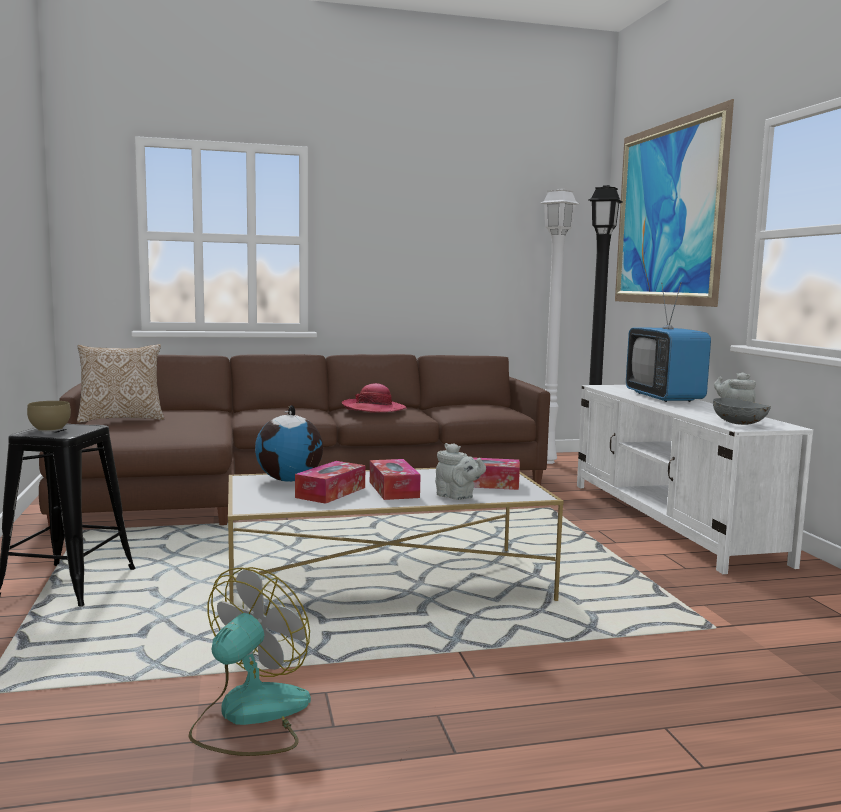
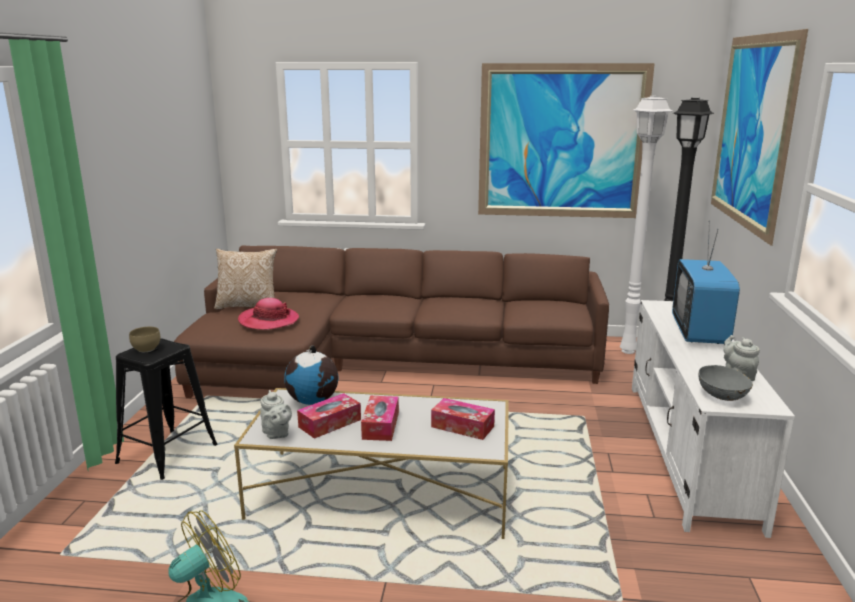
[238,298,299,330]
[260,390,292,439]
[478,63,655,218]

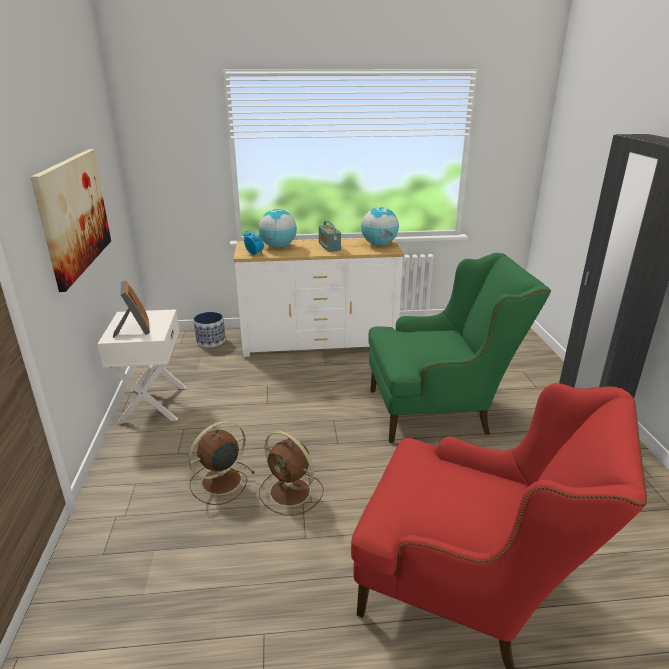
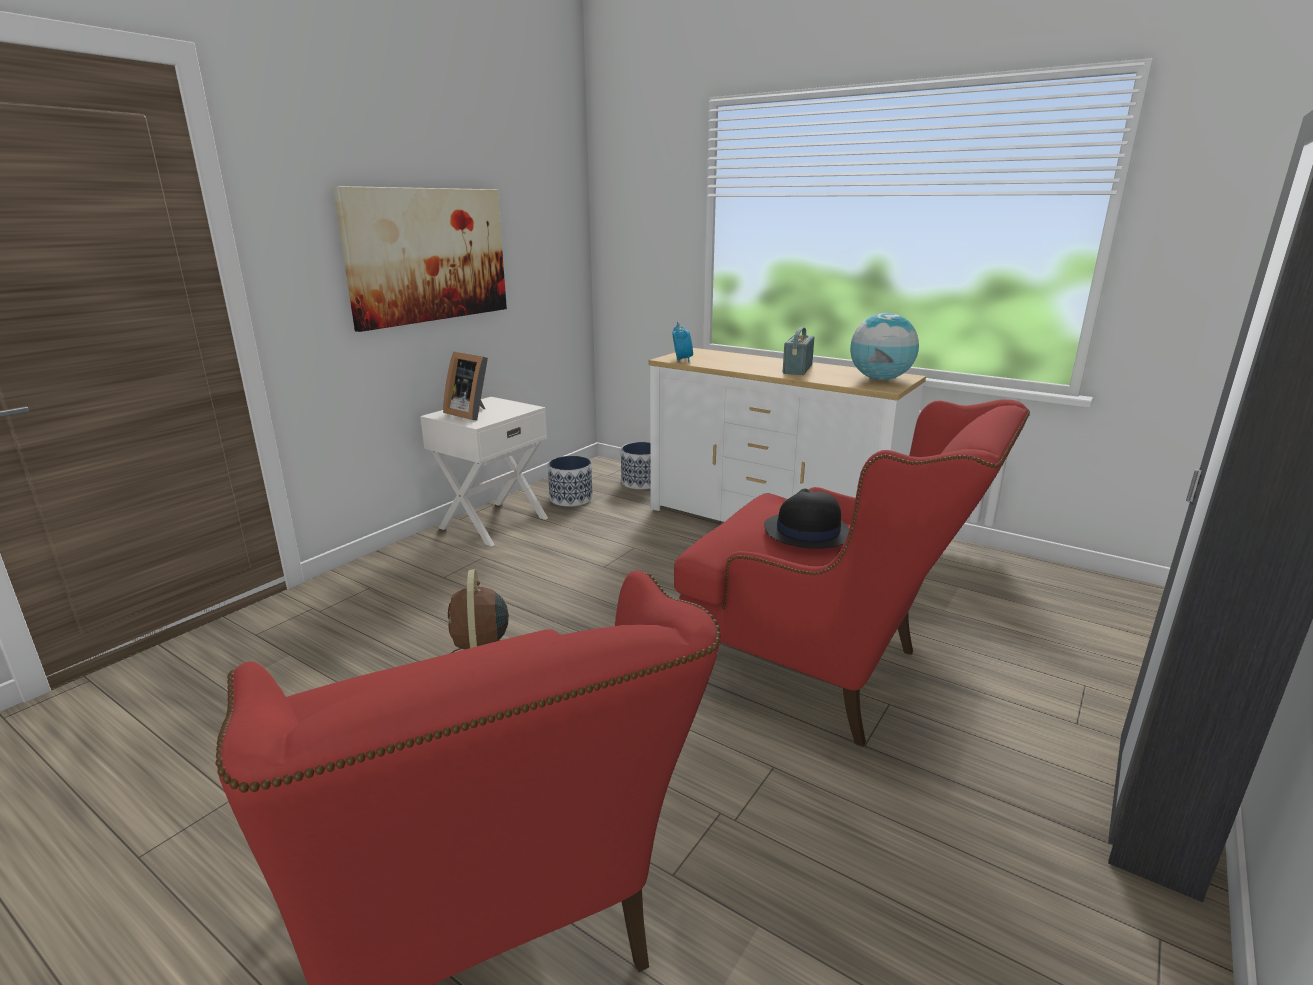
[443,352,488,421]
[548,456,593,507]
[674,399,1030,747]
[764,488,849,549]
[188,421,255,505] (first image)
[259,209,297,248] (first image)

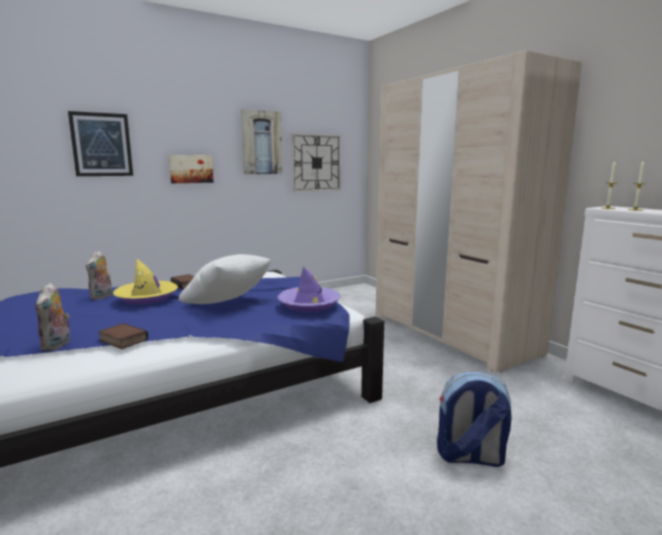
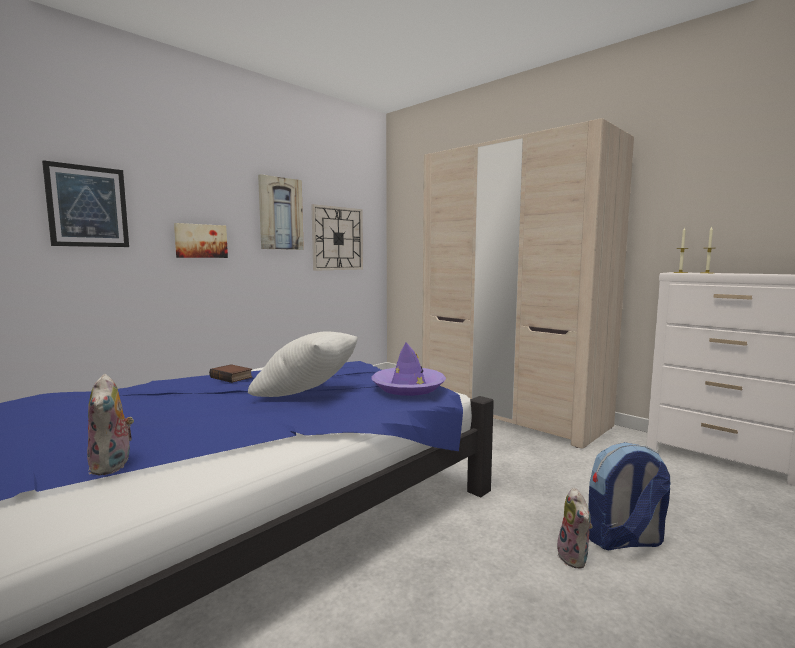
[557,487,593,569]
[98,323,148,349] (first image)
[113,259,178,305] (first image)

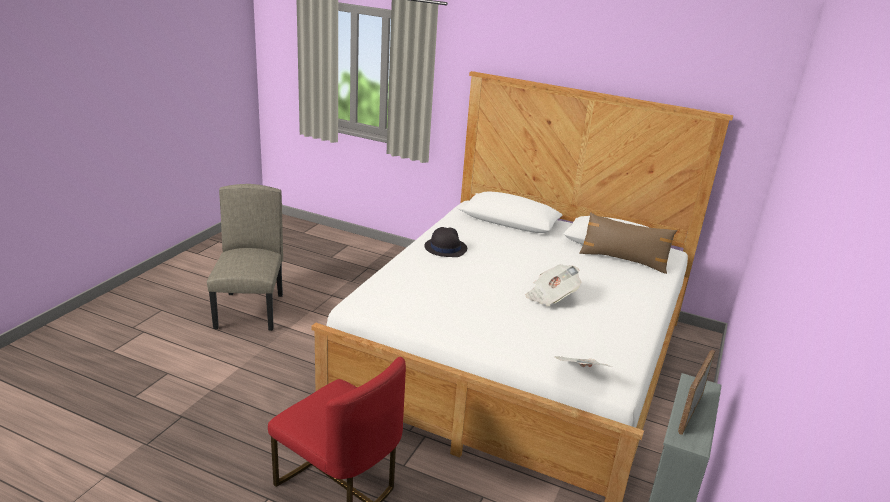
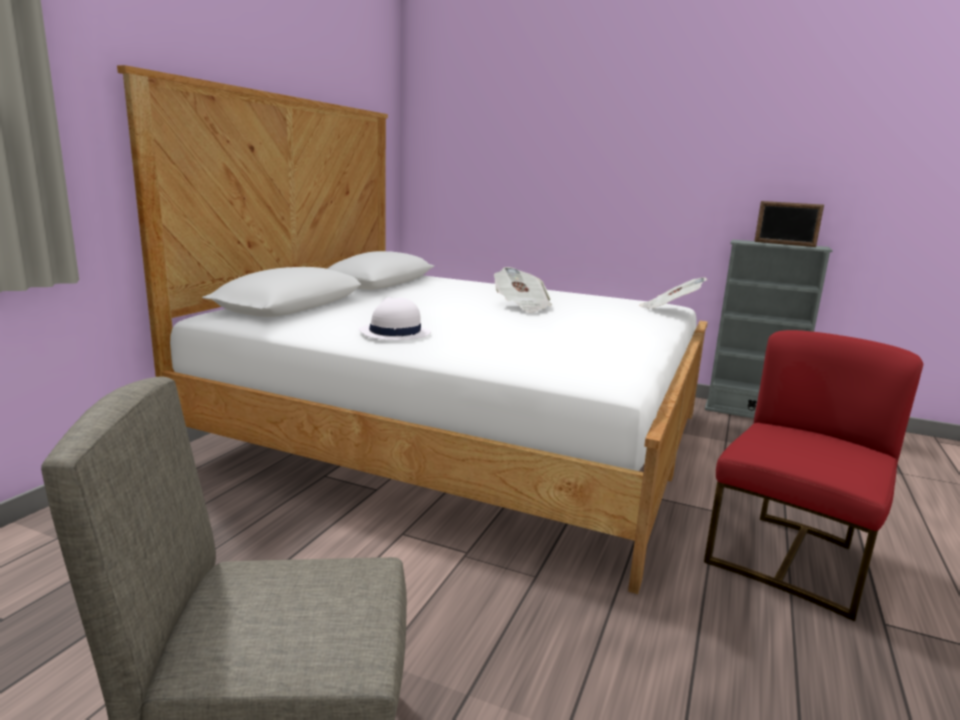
[359,297,431,340]
[579,212,677,274] (first image)

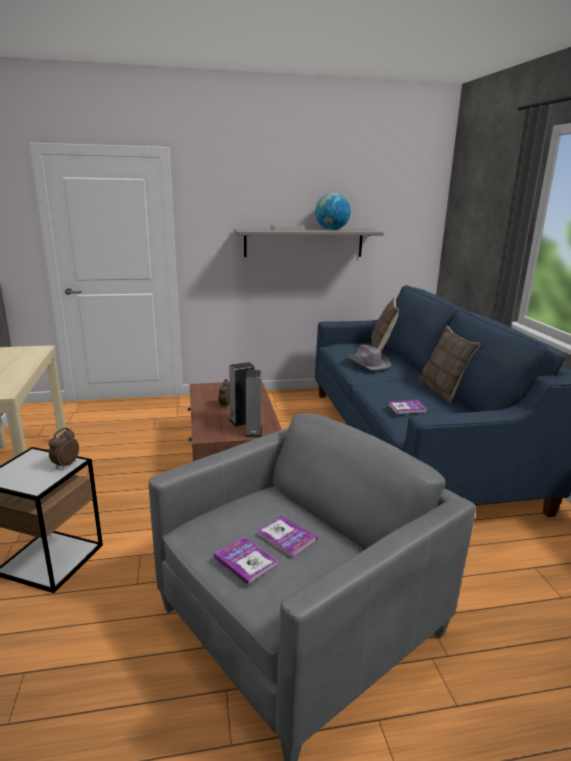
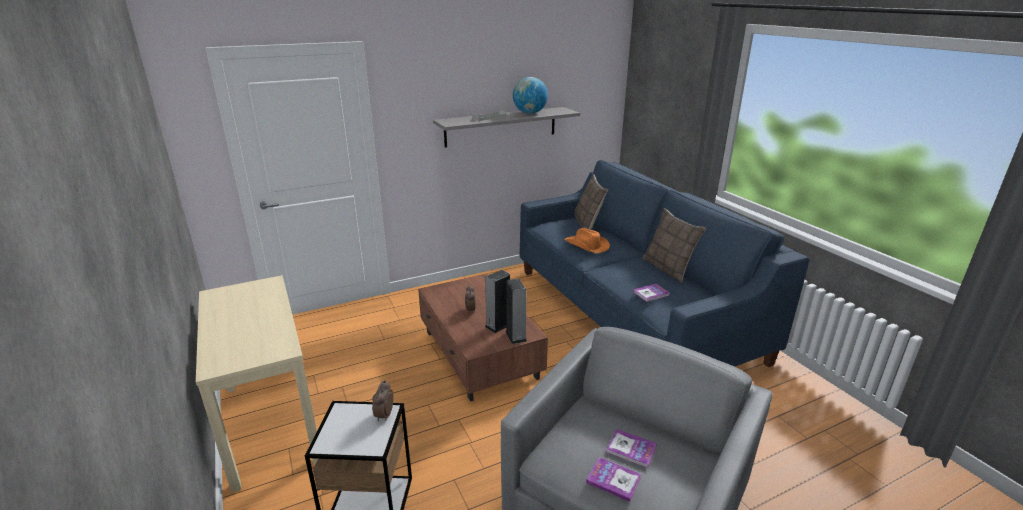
[564,228,610,254]

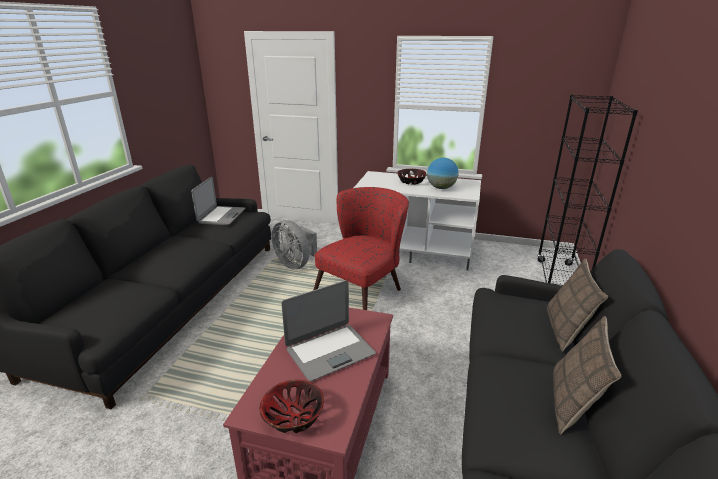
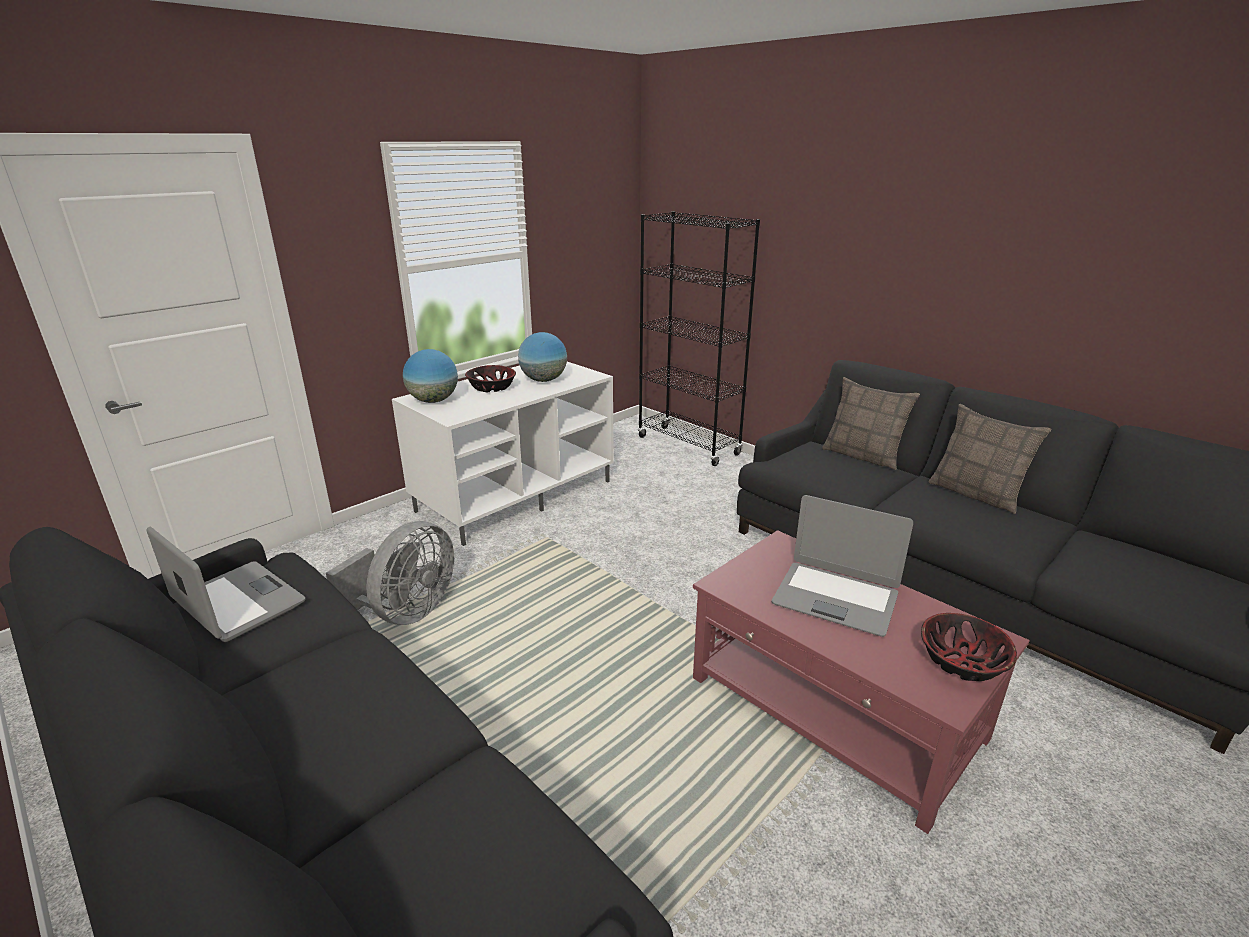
[326,521,454,625]
[403,349,458,403]
[772,495,913,637]
[313,187,409,310] (first image)

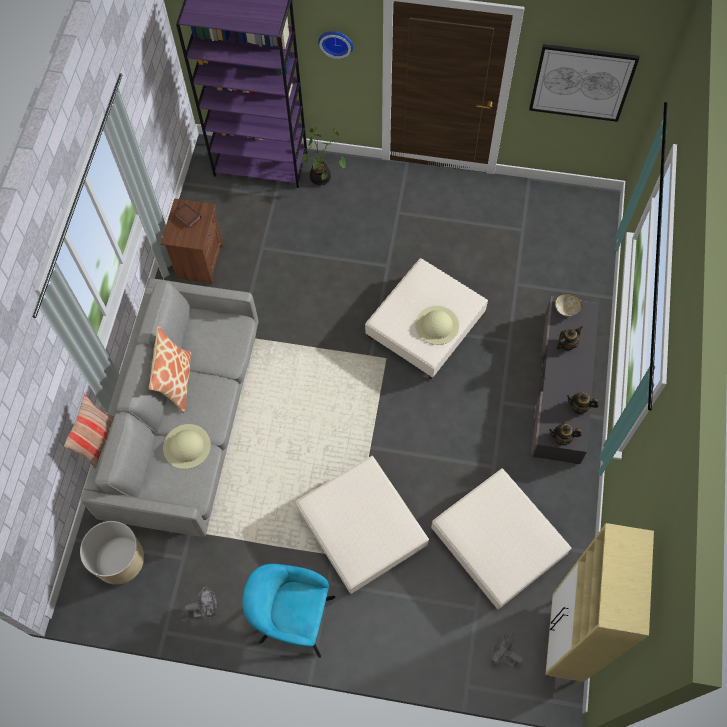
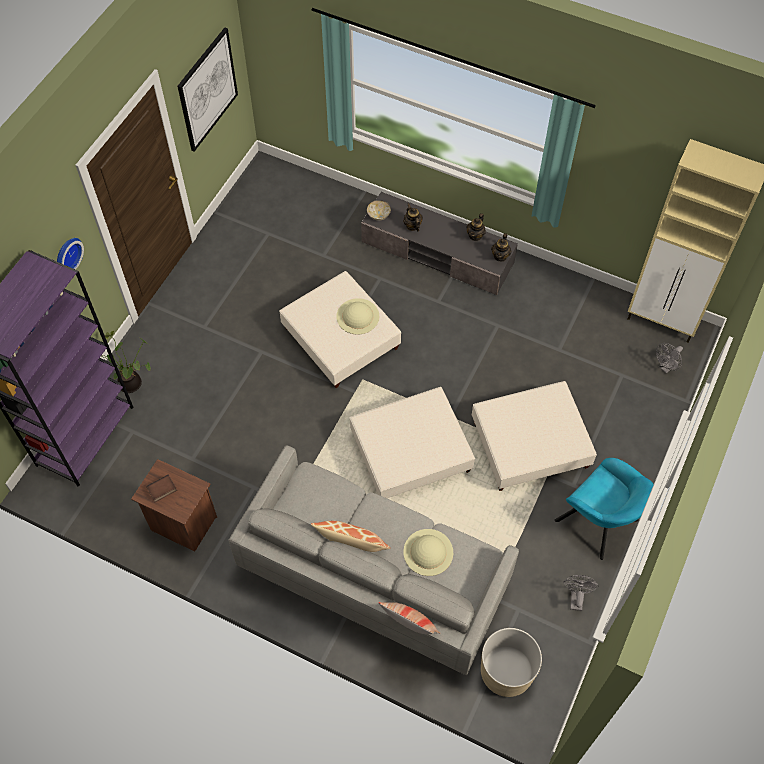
[350,387,475,498]
[555,458,654,560]

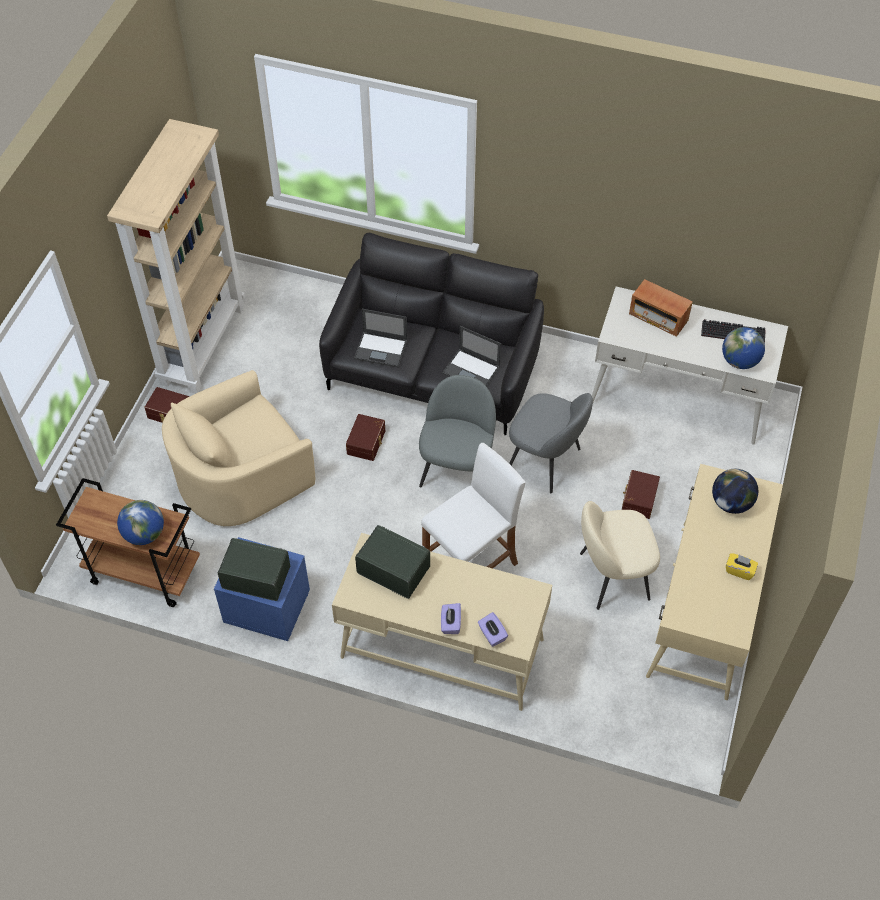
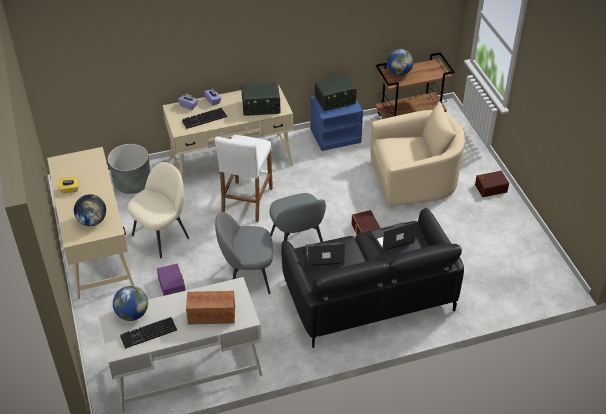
[108,144,150,194]
[157,264,185,296]
[182,107,227,129]
[370,101,465,207]
[107,119,245,394] (first image)

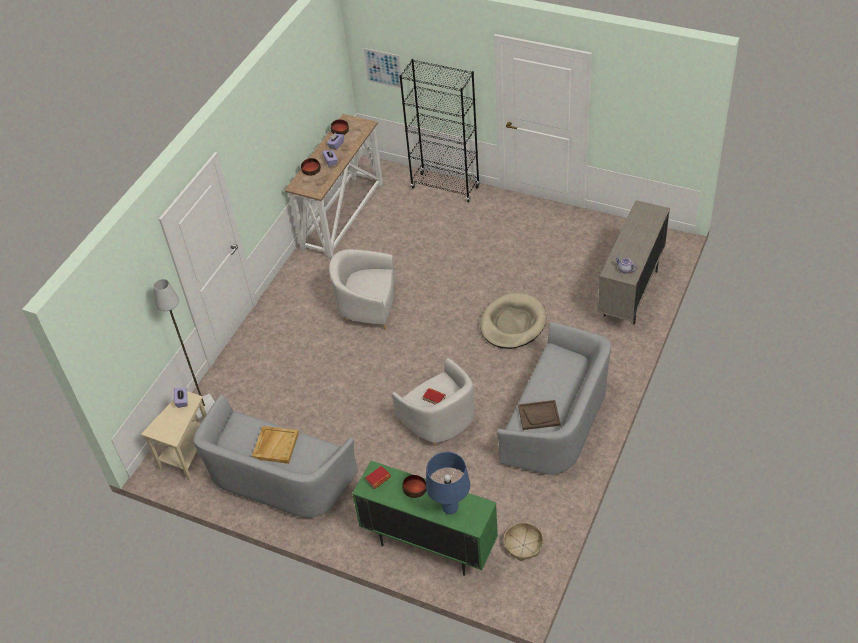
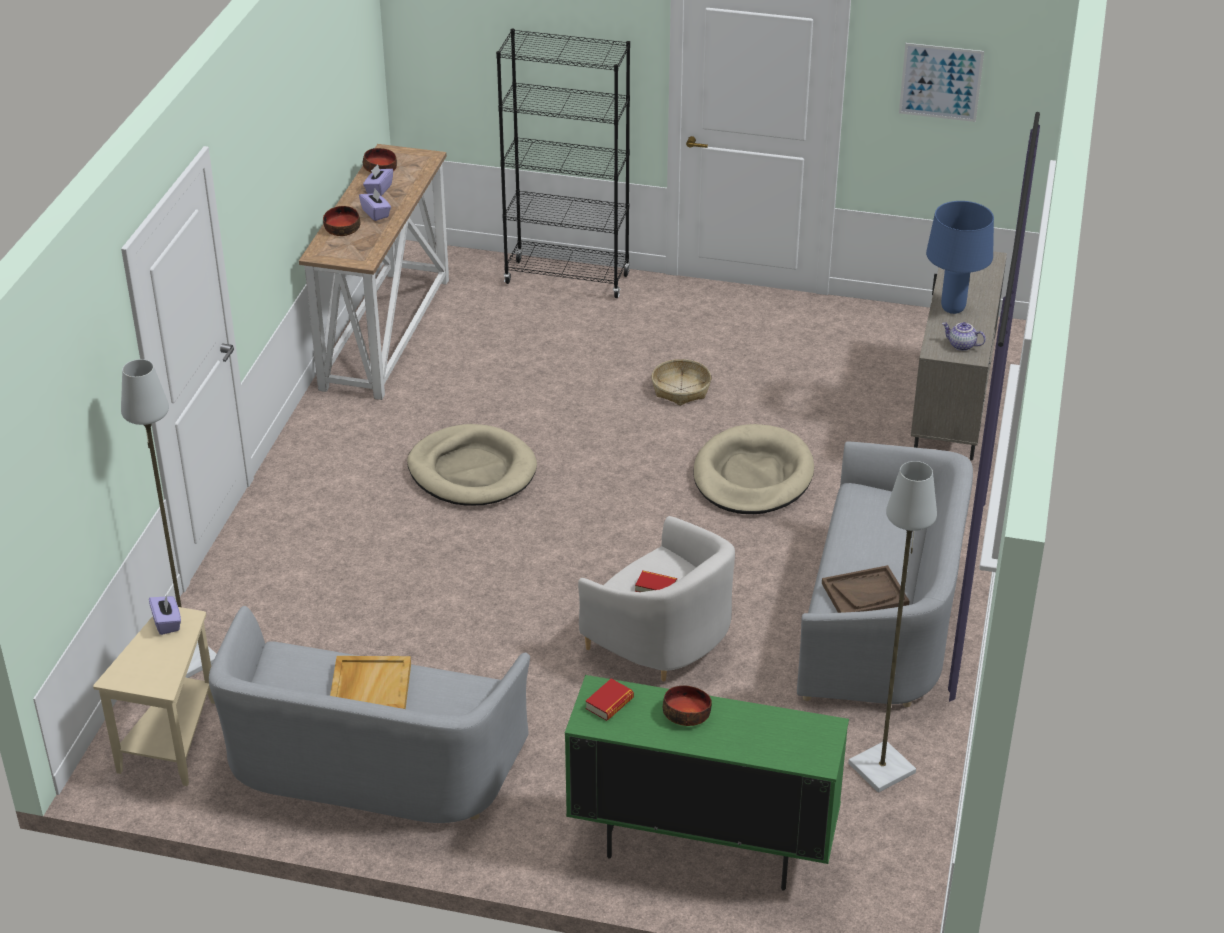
[407,424,537,506]
[652,359,711,406]
[848,461,937,793]
[899,43,984,122]
[926,201,994,314]

